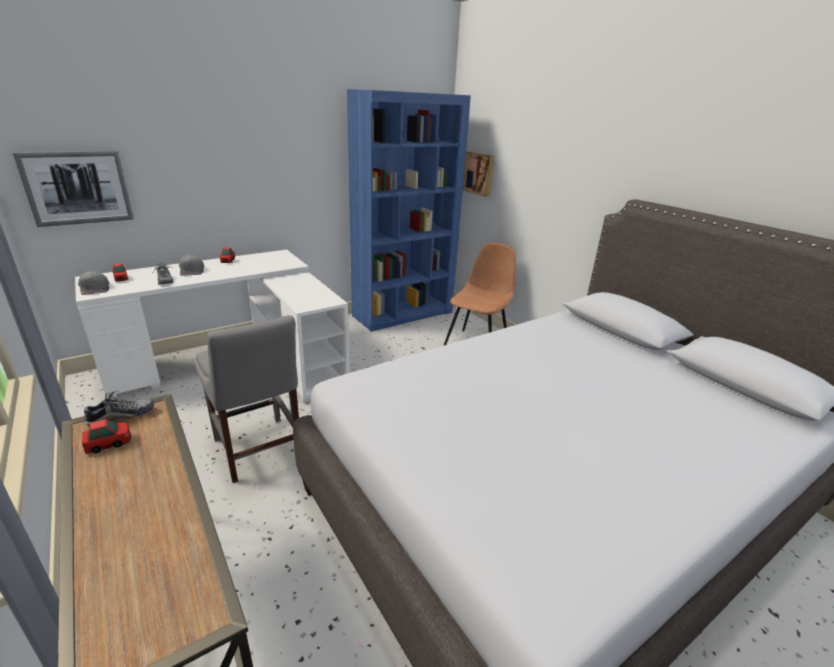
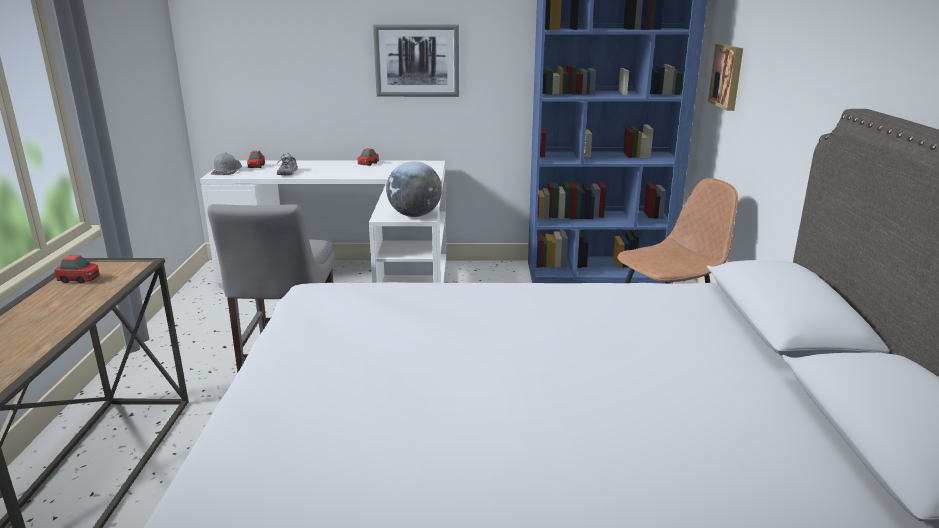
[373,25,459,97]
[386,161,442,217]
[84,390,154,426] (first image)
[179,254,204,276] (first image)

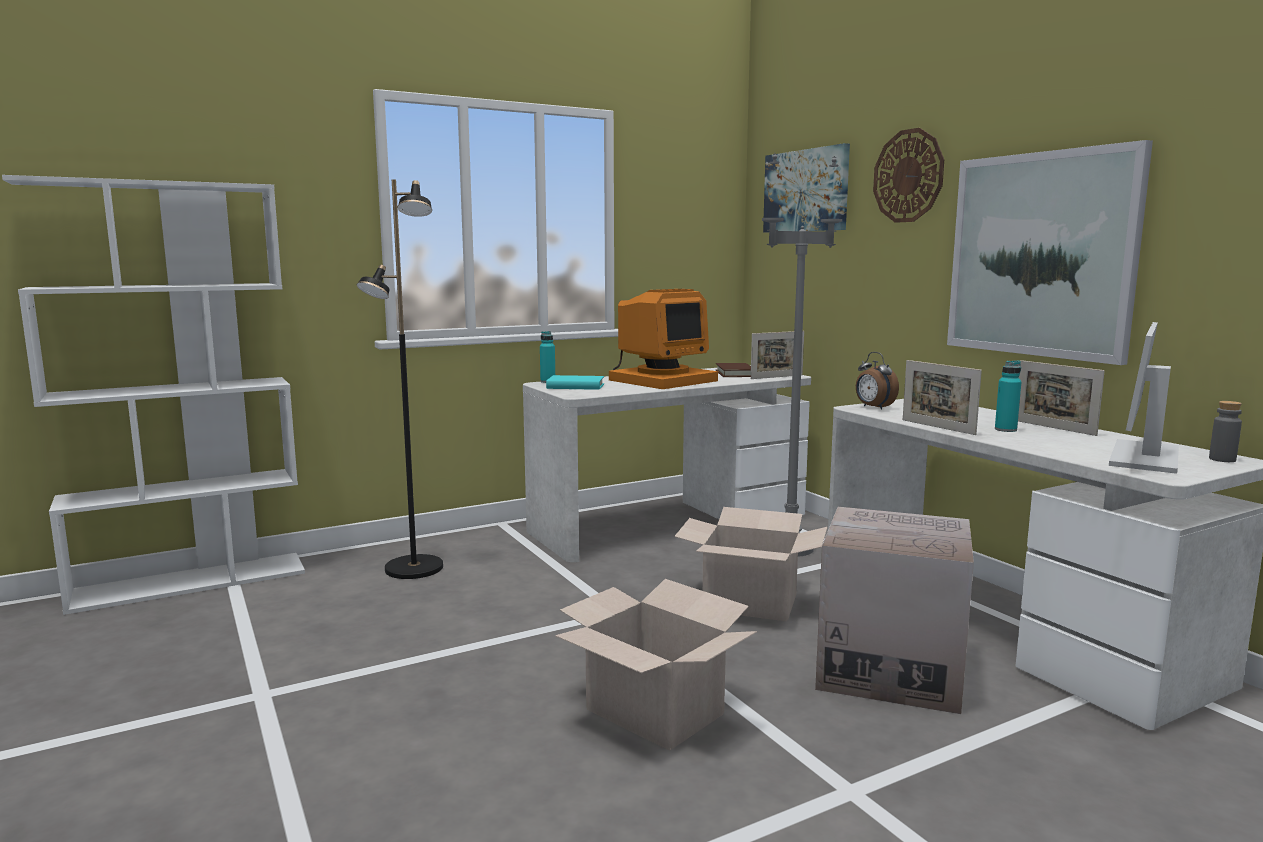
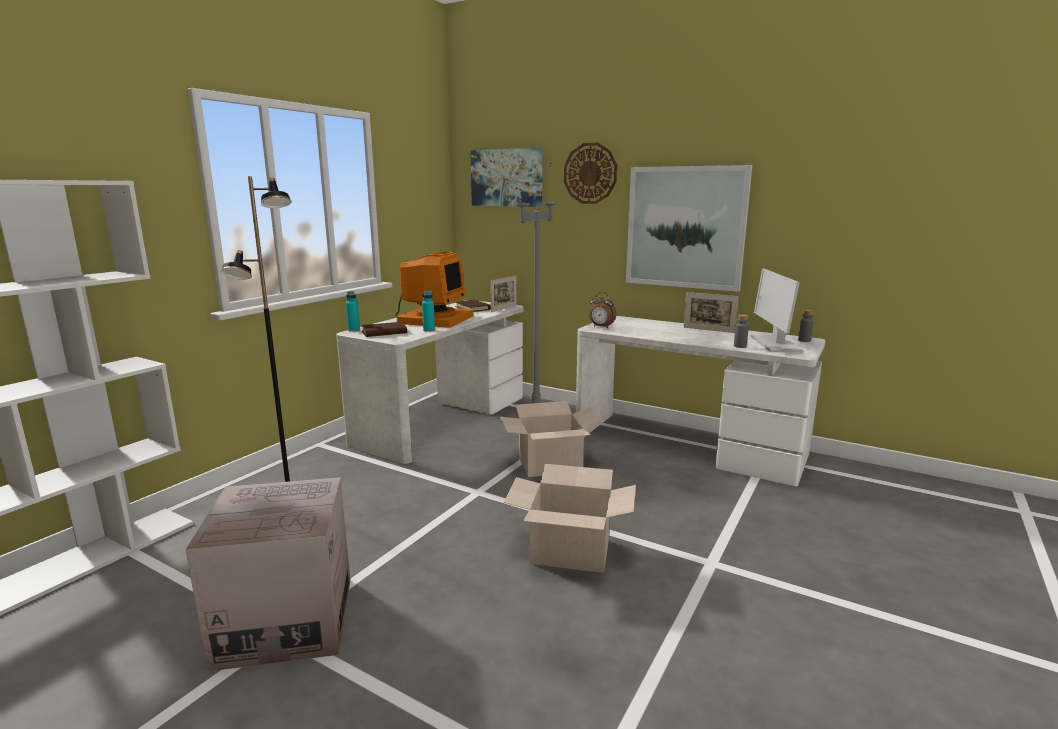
[186,477,351,671]
[361,322,407,337]
[422,291,435,332]
[734,315,749,348]
[903,360,982,435] (first image)

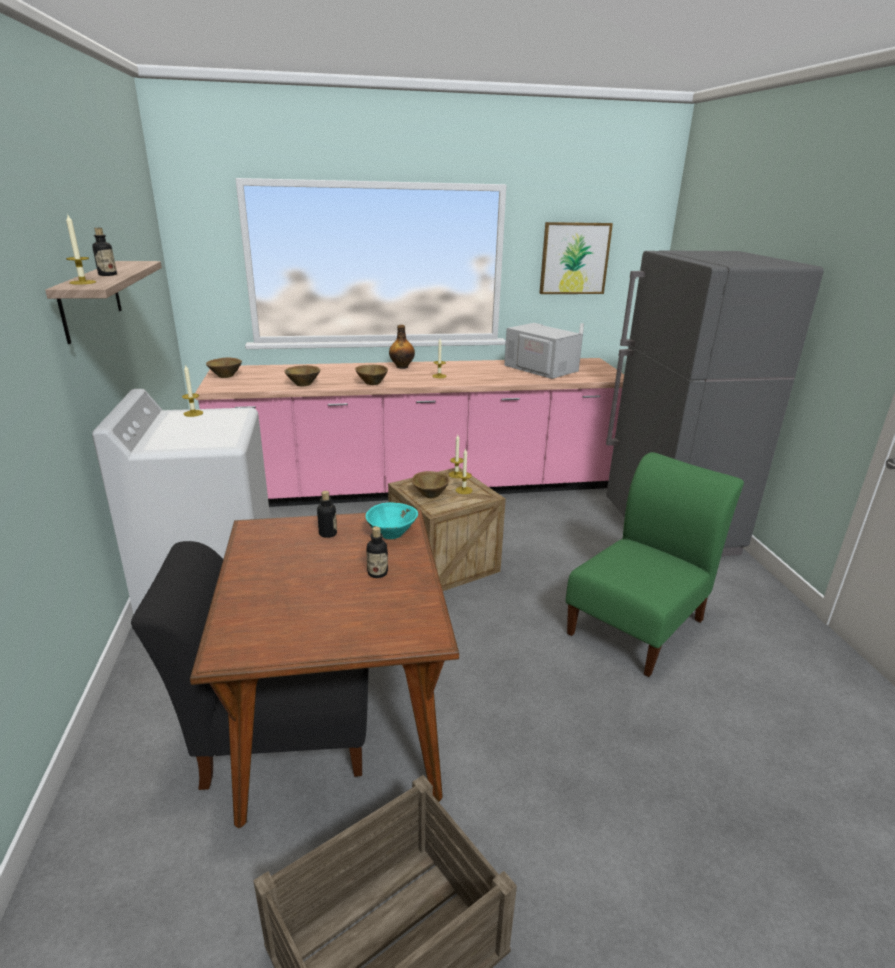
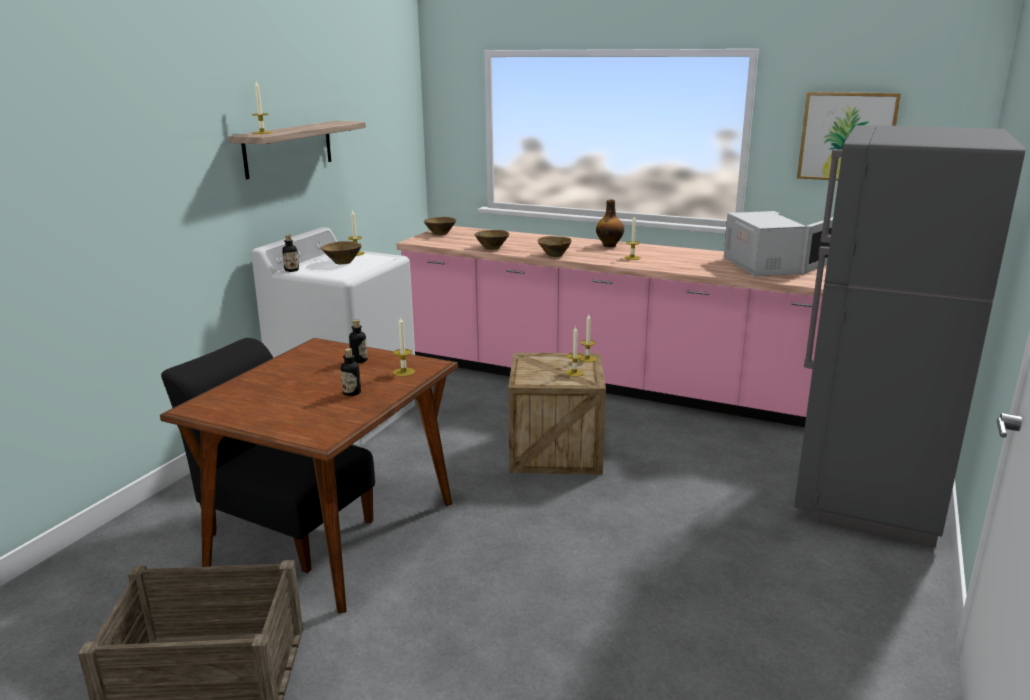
[282,235,299,272]
[321,241,362,264]
[393,316,415,377]
[566,452,744,677] (first image)

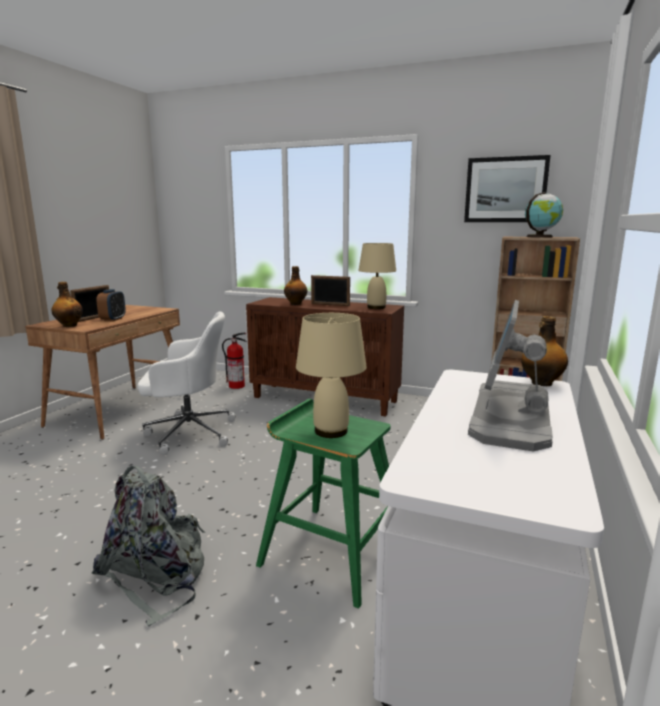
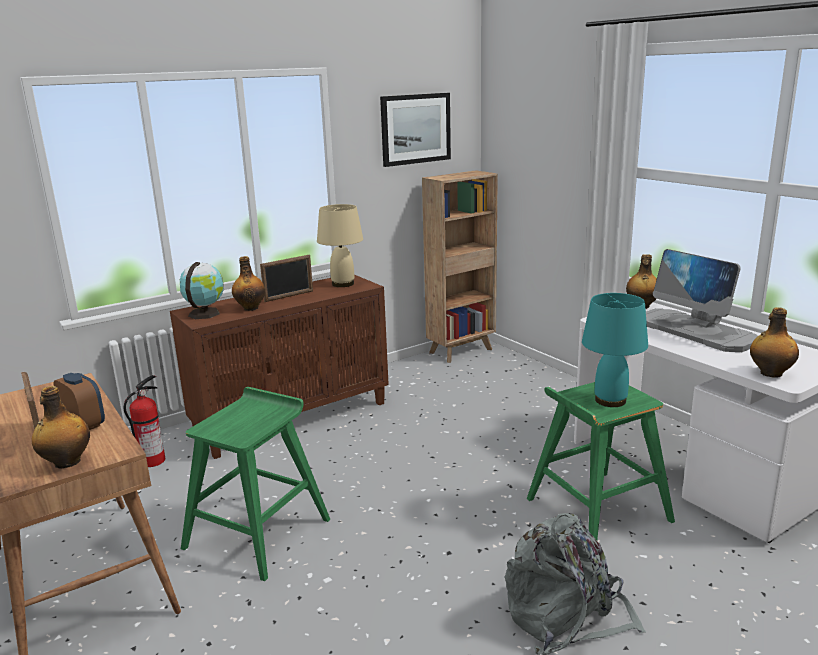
[180,262,224,319]
[181,387,330,581]
[582,293,648,407]
[750,307,799,378]

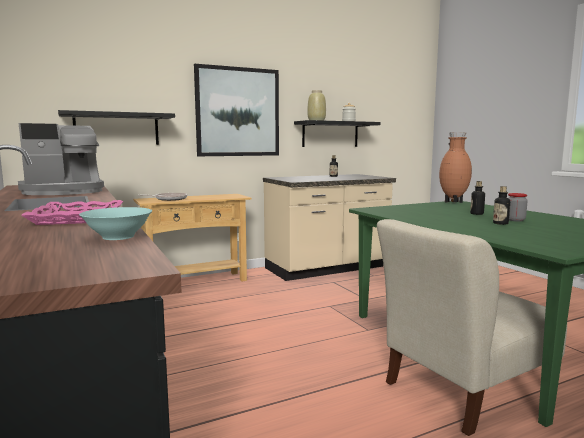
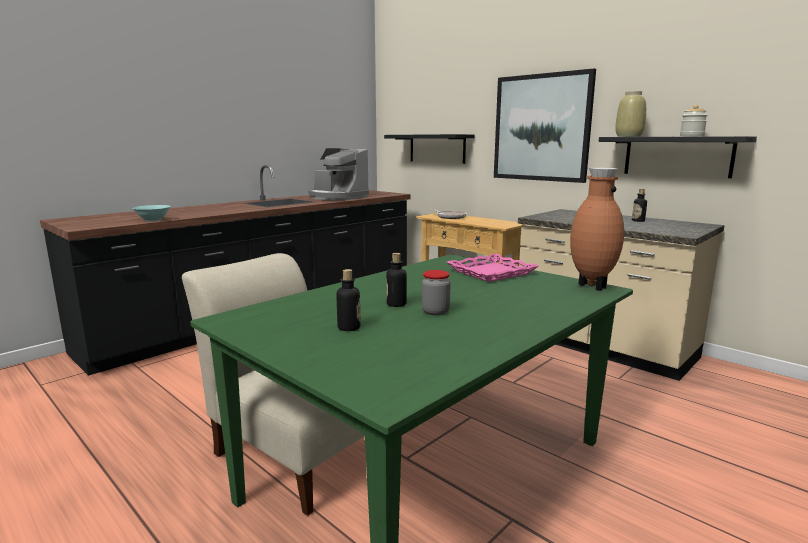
[336,269,361,331]
[447,254,539,282]

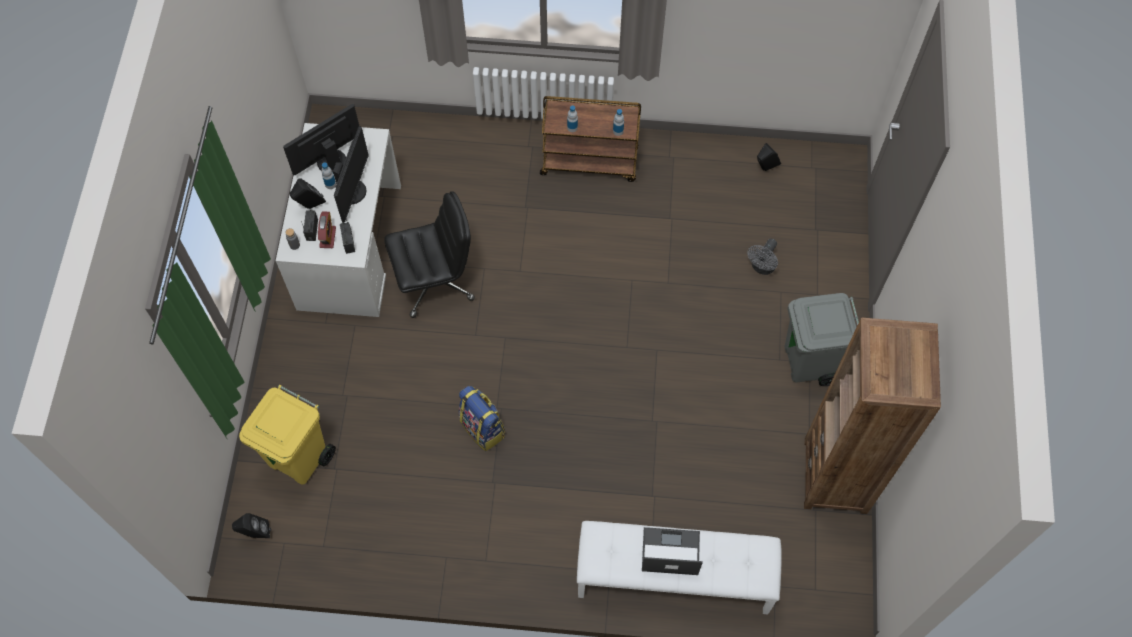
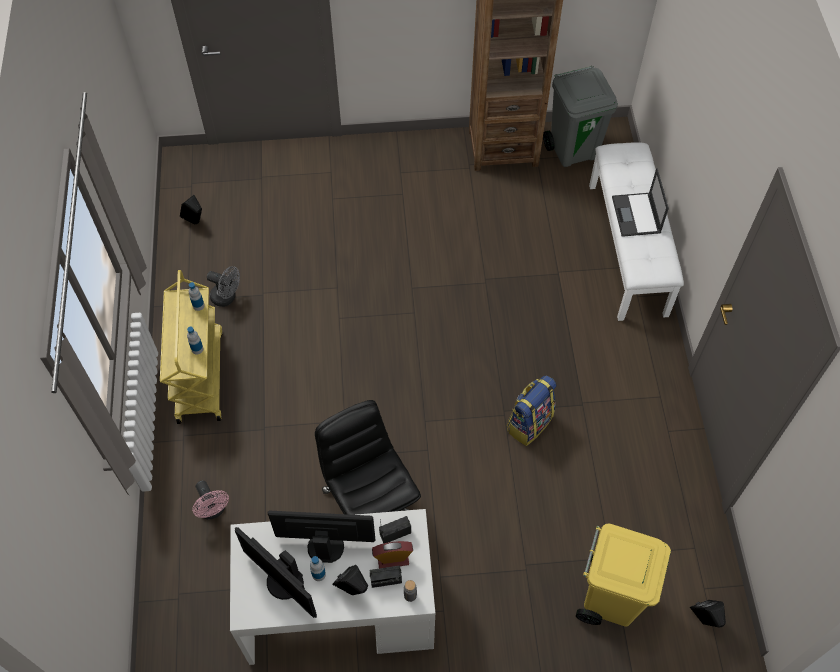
[160,270,223,424]
[192,481,229,520]
[207,266,240,307]
[543,66,618,167]

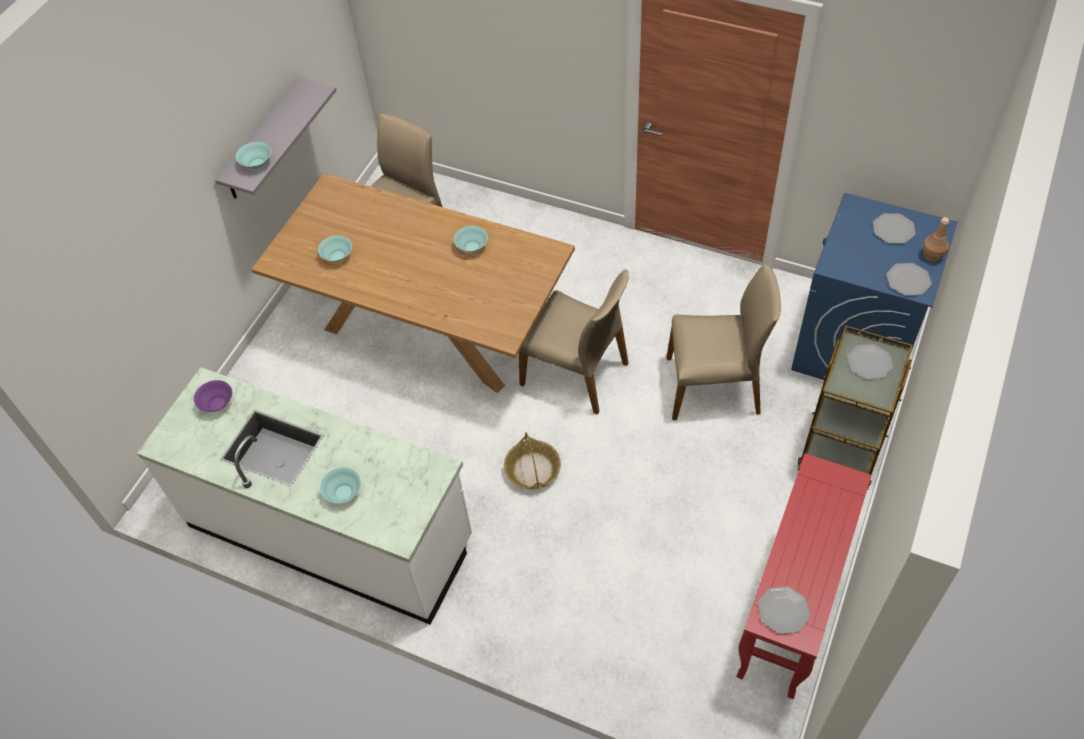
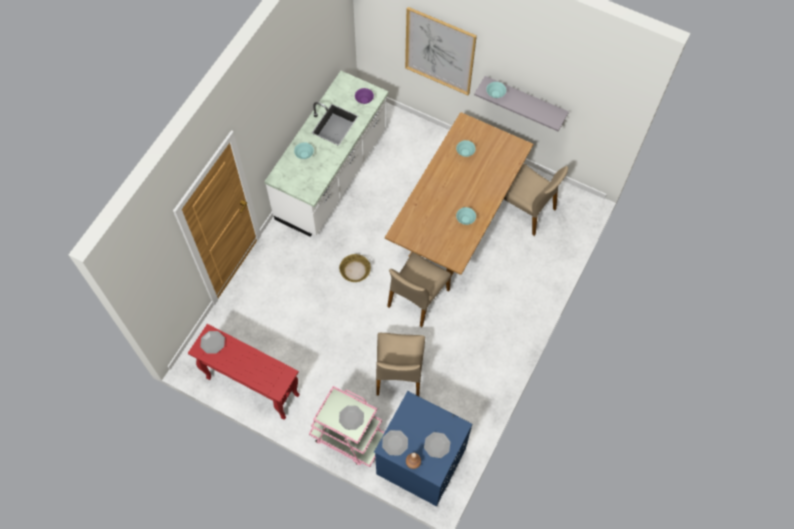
[309,386,385,467]
[405,7,477,95]

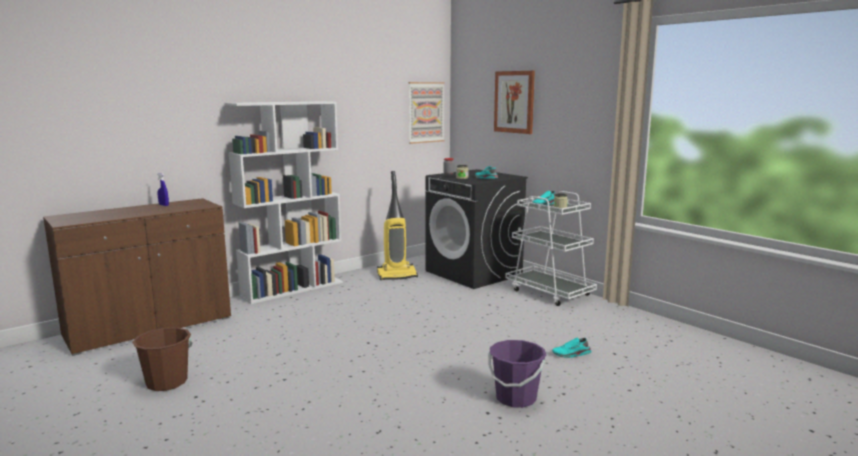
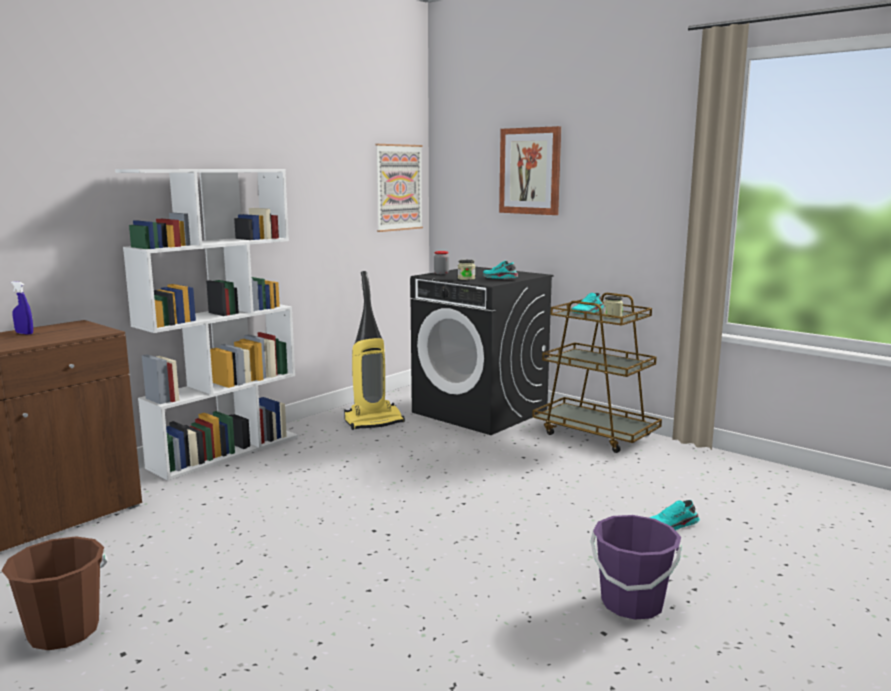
[532,293,662,453]

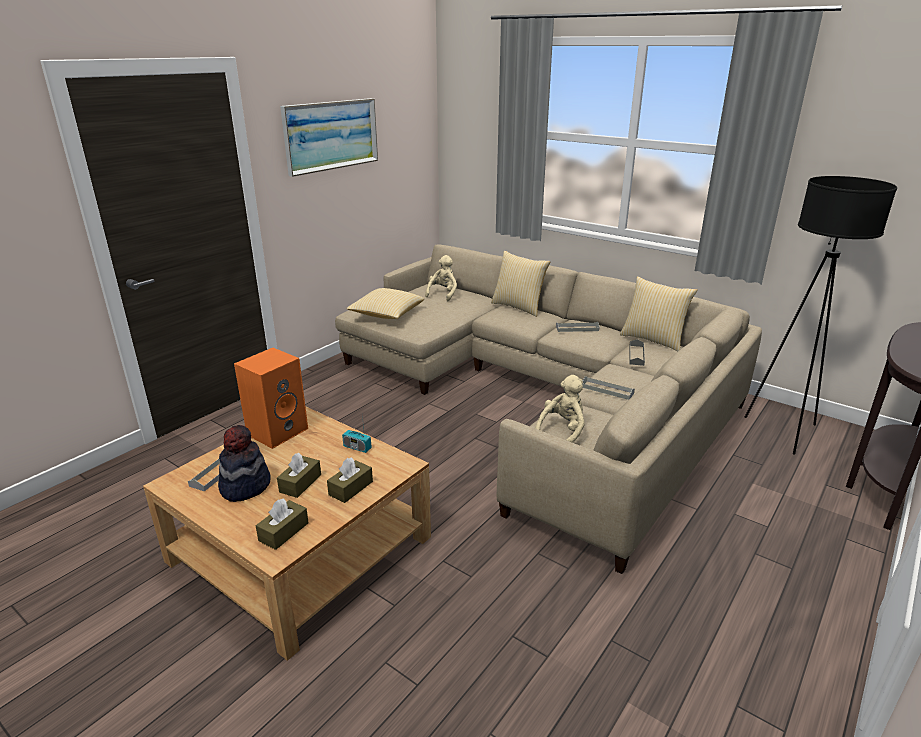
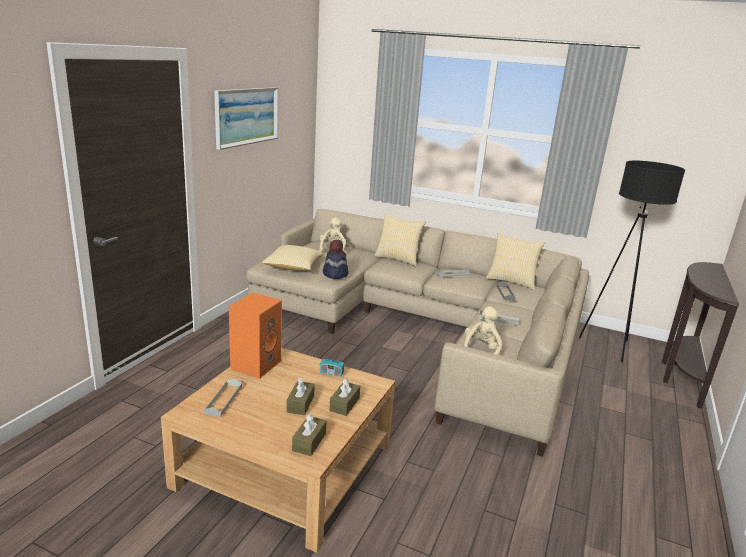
[323,240,348,279]

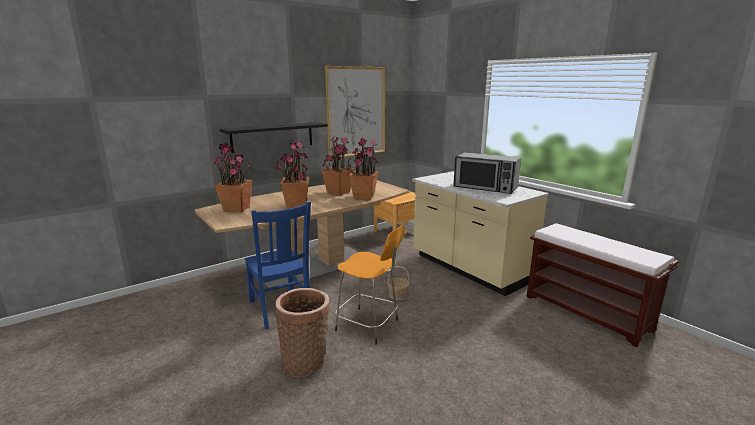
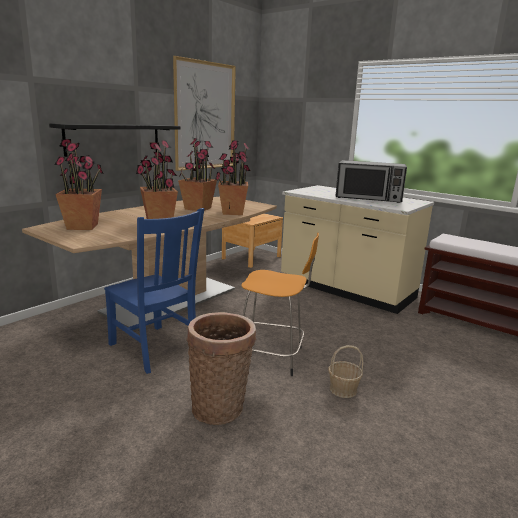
[328,345,363,398]

